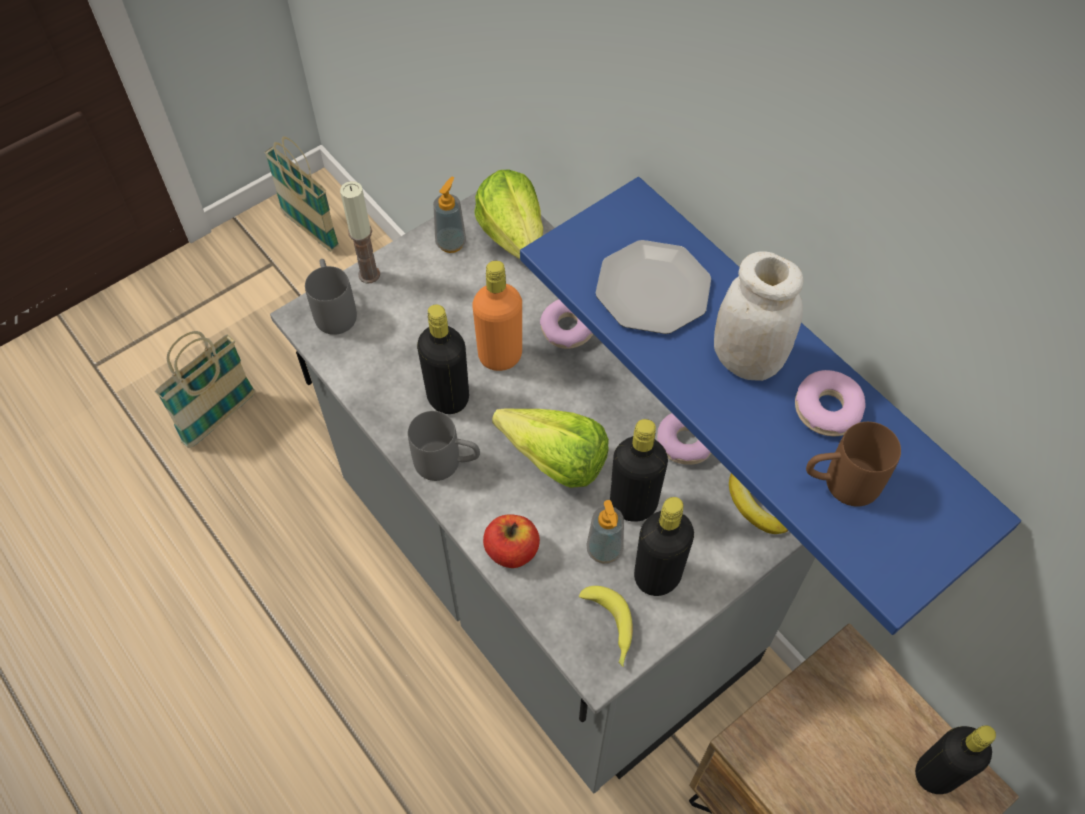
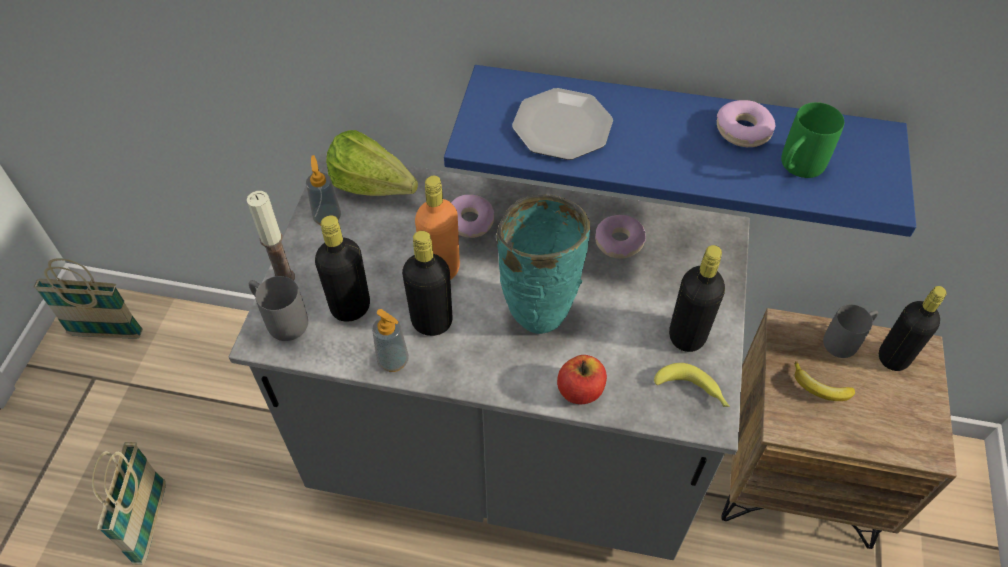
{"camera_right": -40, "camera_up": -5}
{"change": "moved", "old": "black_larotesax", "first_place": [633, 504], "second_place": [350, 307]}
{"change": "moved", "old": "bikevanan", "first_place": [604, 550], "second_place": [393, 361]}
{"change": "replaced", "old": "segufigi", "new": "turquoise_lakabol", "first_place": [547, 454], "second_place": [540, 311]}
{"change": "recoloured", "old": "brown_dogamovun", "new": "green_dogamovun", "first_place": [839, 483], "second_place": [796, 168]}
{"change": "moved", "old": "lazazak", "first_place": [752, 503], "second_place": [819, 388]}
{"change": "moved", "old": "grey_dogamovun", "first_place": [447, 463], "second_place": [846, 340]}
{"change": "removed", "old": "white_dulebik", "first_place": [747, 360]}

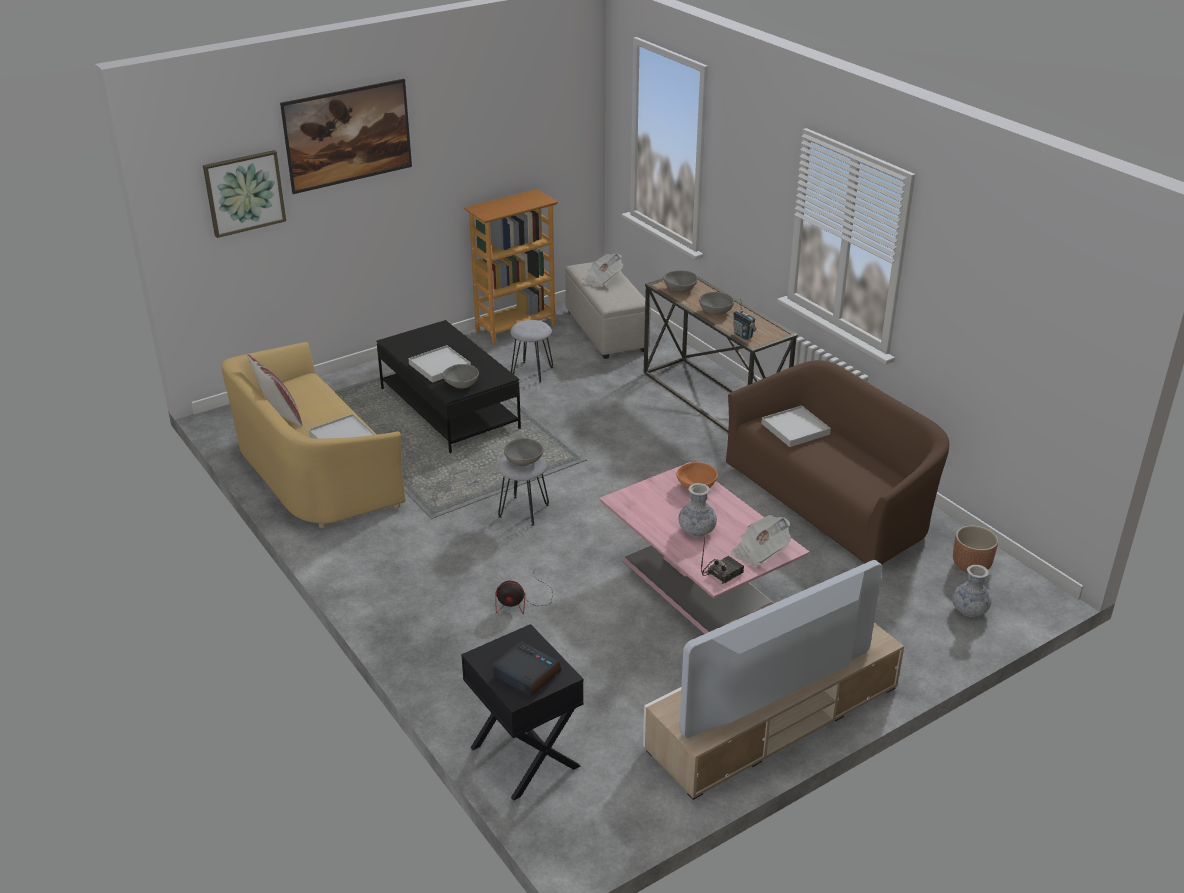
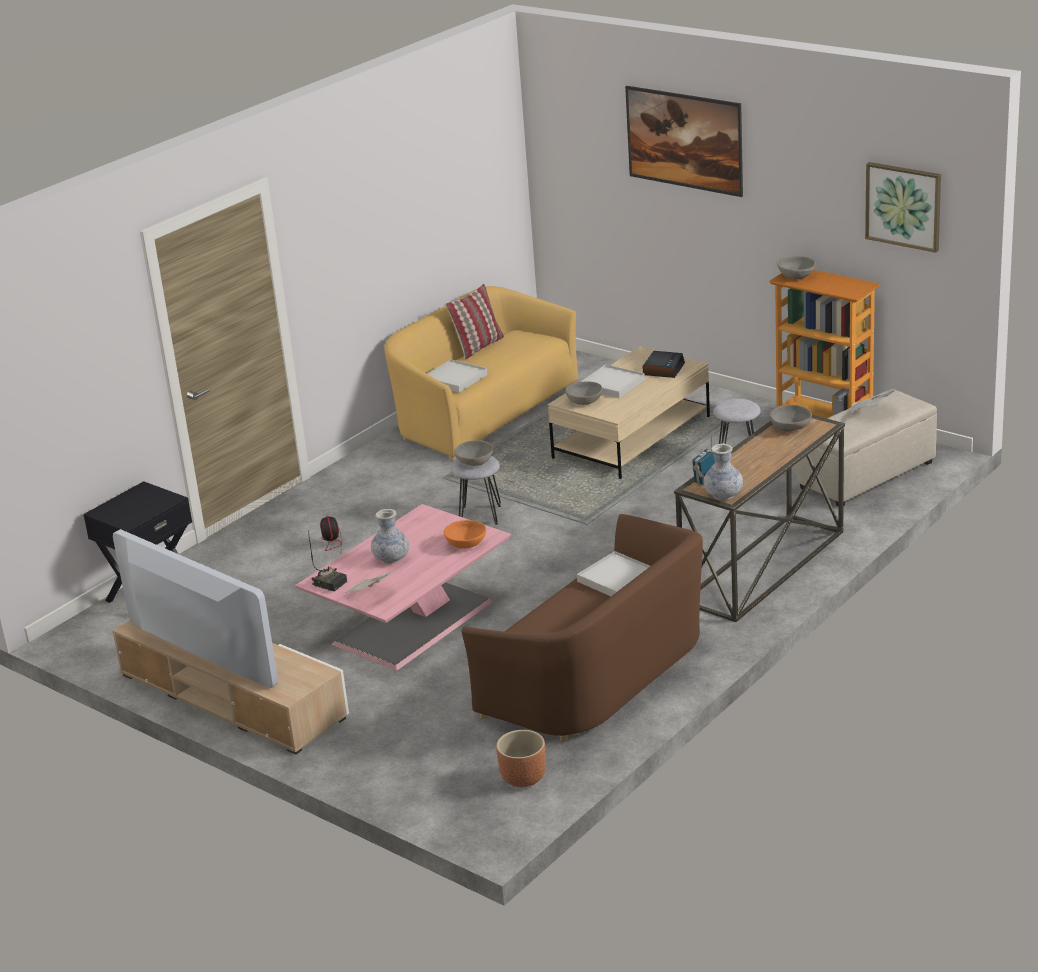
{"camera_right": 75, "camera_up": -5}
{"change": "recoloured", "old": "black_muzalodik", "new": "beige_muzalodik", "first_place": [449, 408], "second_place": [631, 438]}
{"change": "moved", "old": "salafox", "first_place": [526, 674], "second_place": [663, 369]}
{"change": "moved", "old": "lakabol", "first_place": [969, 610], "second_place": [723, 495]}
{"change": "moved", "old": "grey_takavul", "first_place": [716, 312], "second_place": [796, 277]}
{"change": "moved", "old": "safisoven", "first_place": [244, 193], "second_place": [904, 206]}

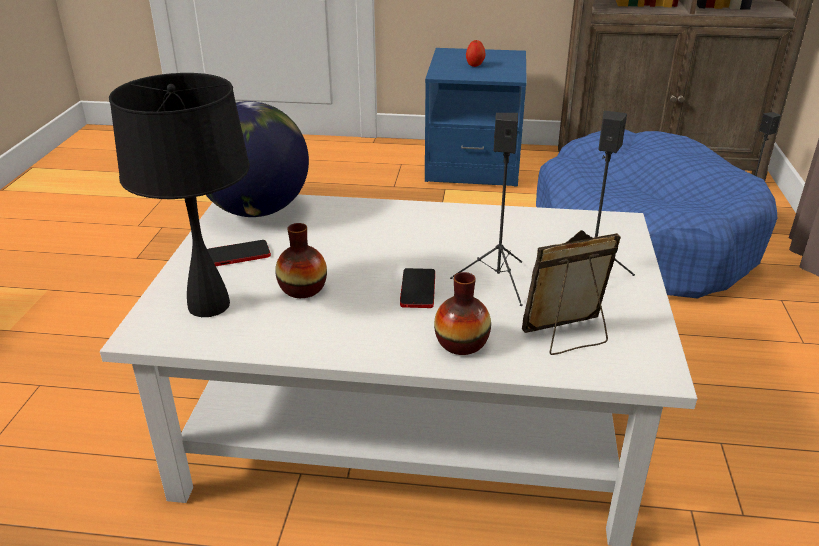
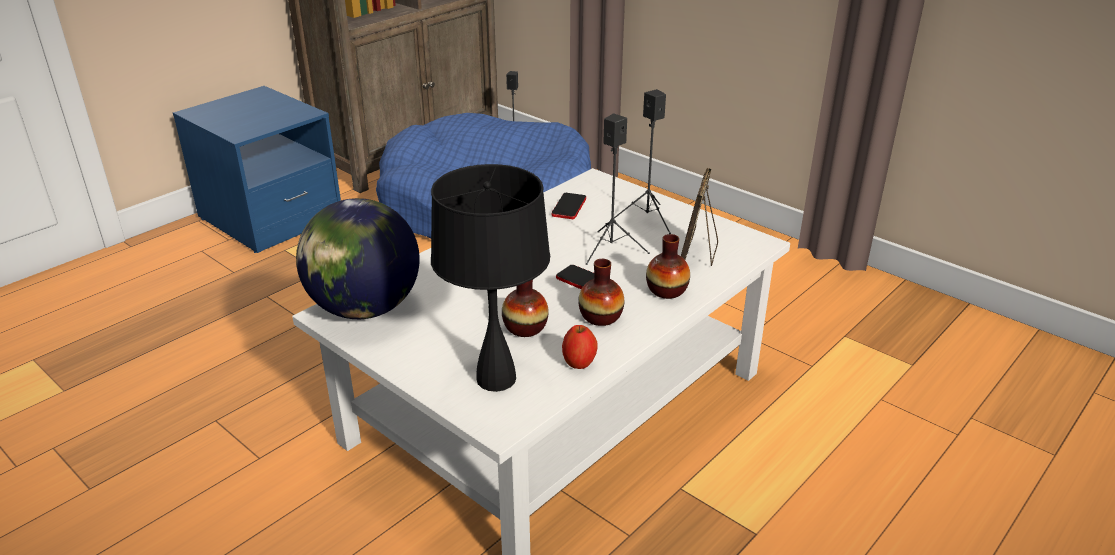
{"camera_right": -55, "camera_up": 0}
{"change": "moved", "old": "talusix", "first_place": [238, 254], "second_place": [569, 207]}
{"change": "moved", "old": "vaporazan", "first_place": [475, 65], "second_place": [579, 363]}
{"change": "added", "new": "lakabol", "second_place": [600, 317]}

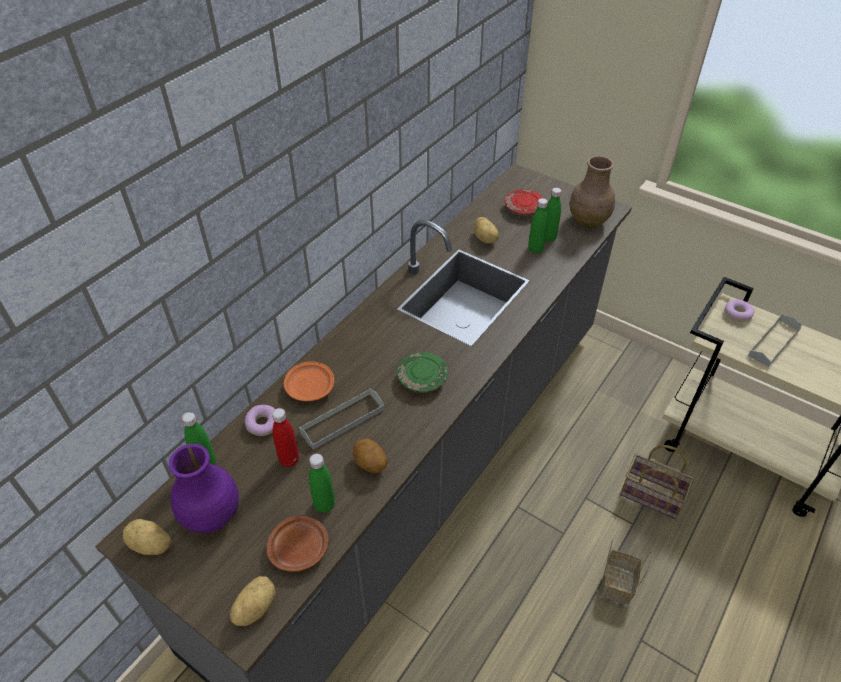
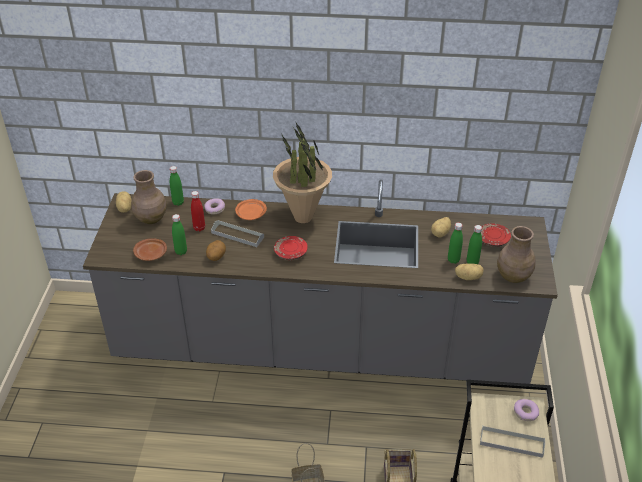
{"camera_right": 60, "camera_up": -5}
{"change": "recoloured", "old": "purple_lakabol", "new": "brown_lakabol", "first_place": [212, 516], "second_place": [150, 218]}
{"change": "added", "new": "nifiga", "second_place": [303, 217]}
{"change": "recoloured", "old": "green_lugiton", "new": "red_lugiton", "first_place": [422, 379], "second_place": [290, 253]}
{"change": "moved", "old": "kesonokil", "first_place": [254, 607], "second_place": [468, 277]}

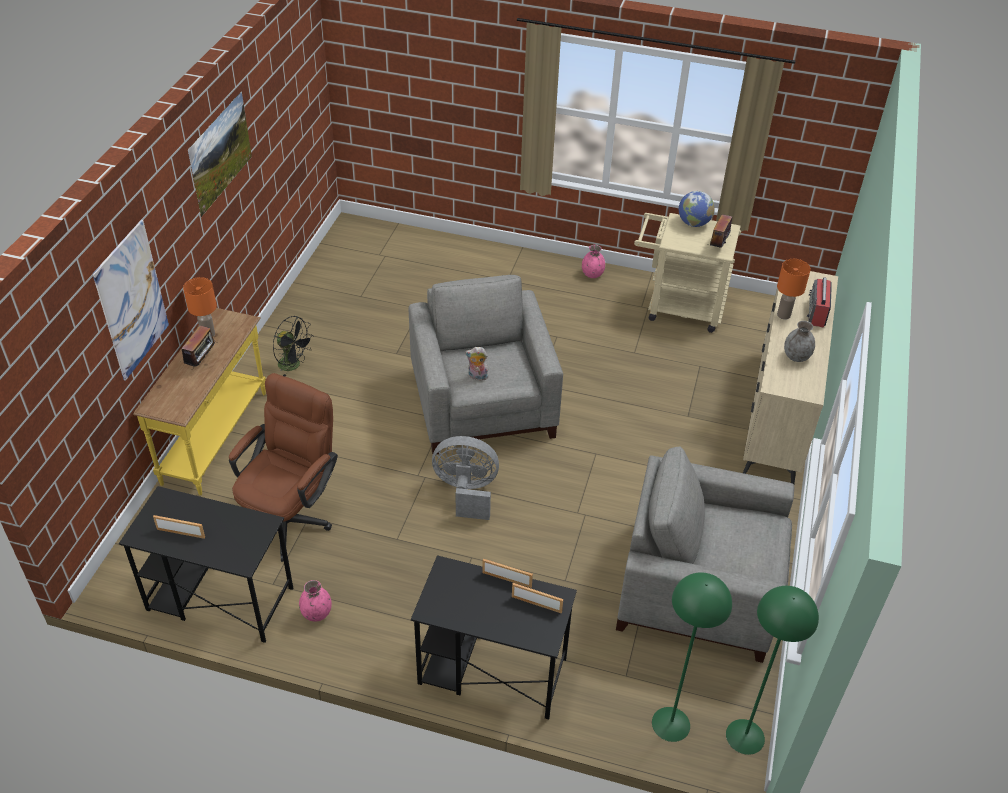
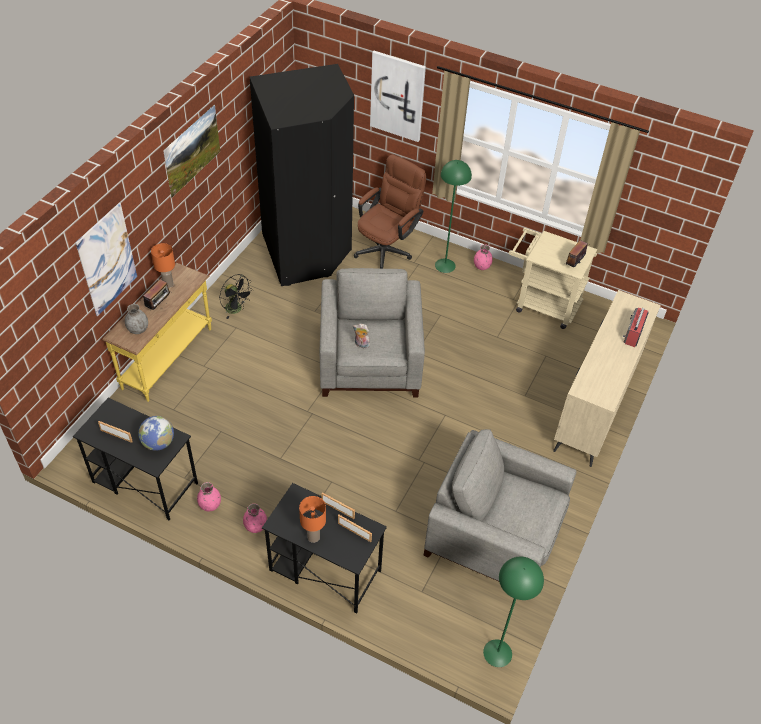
{"camera_right": 10, "camera_up": 5}
{"change": "moved", "old": "grey_lakabol", "first_place": [796, 357], "second_place": [138, 330]}
{"change": "moved", "old": "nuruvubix", "first_place": [693, 223], "second_place": [158, 443]}
{"change": "added", "new": "pink_lakabol", "second_place": [255, 526]}
{"change": "added", "new": "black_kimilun", "second_place": [307, 251]}
{"change": "moved", "old": "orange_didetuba", "first_place": [783, 315], "second_place": [313, 537]}
{"change": "moved", "old": "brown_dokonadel", "first_place": [291, 516], "second_place": [387, 248]}
{"change": "added", "new": "safisoven", "second_place": [397, 96]}
{"change": "moved", "old": "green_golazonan", "first_place": [670, 724], "second_place": [445, 265]}
{"change": "removed", "old": "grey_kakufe", "first_place": [466, 492]}

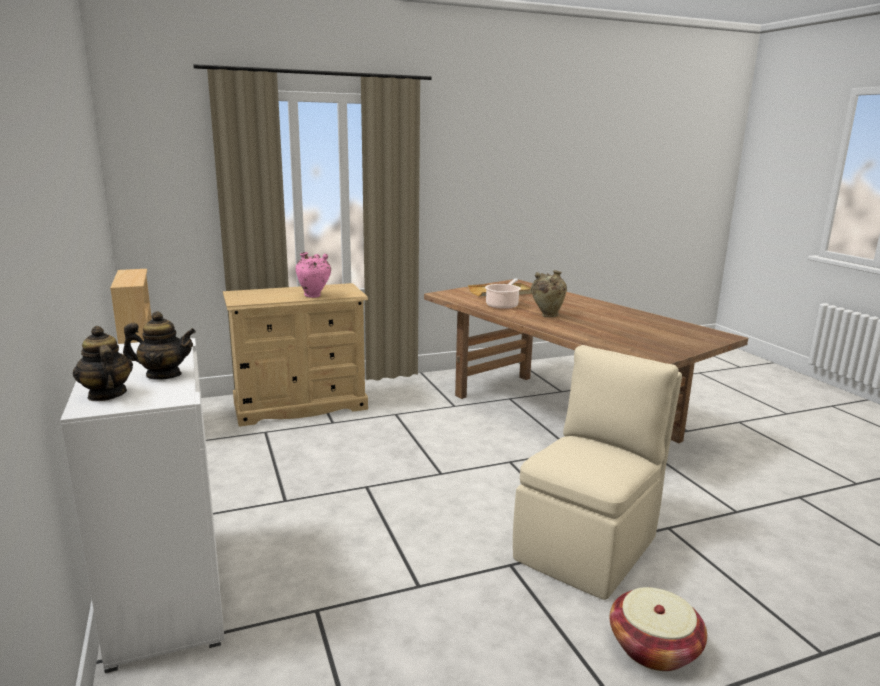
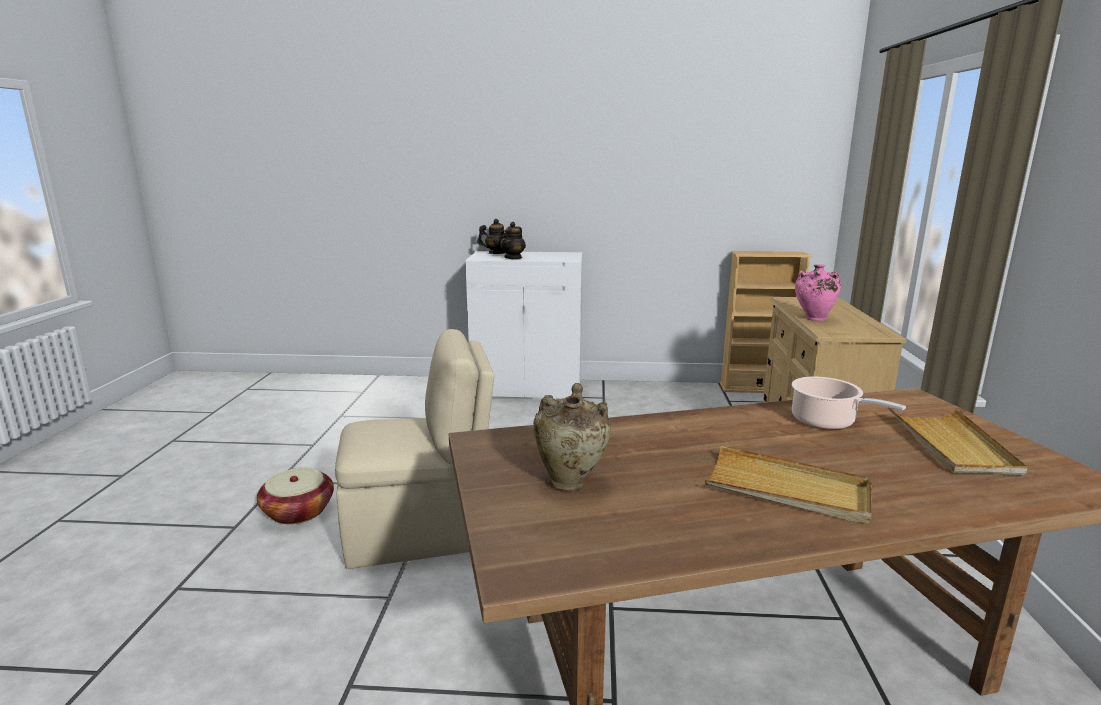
{"camera_right": 115, "camera_up": 0}
{"change": "turned", "old": "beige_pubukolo", "first_place": [588, 546], "second_place": [419, 531], "degrees": -75}
{"change": "moved", "old": "beige_lakabol", "first_place": [547, 315], "second_place": [571, 482]}
{"change": "added", "new": "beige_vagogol", "second_place": [787, 489]}

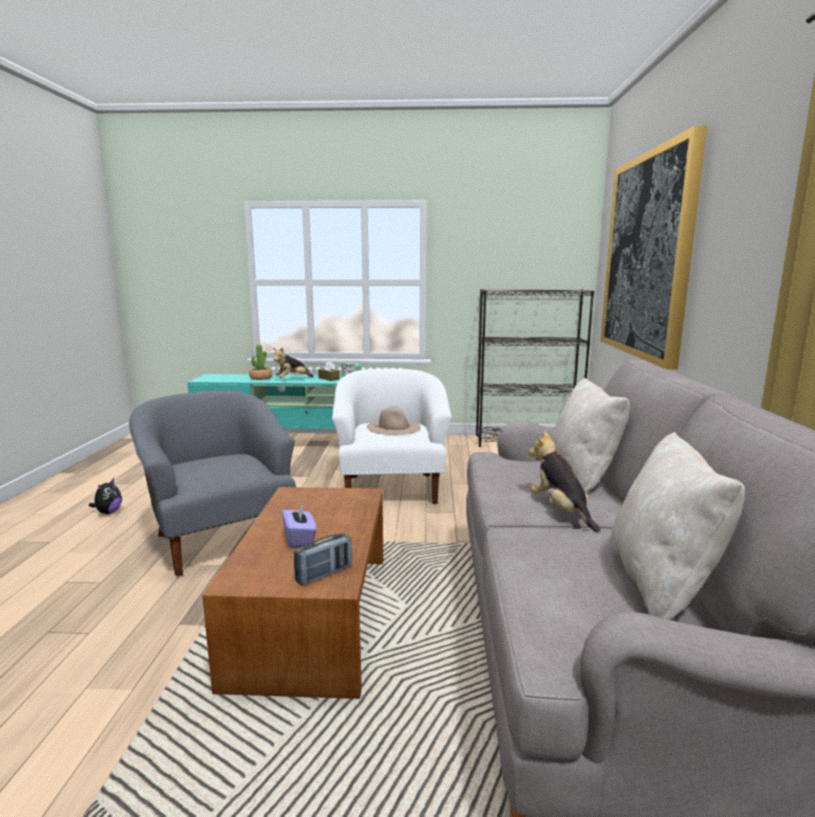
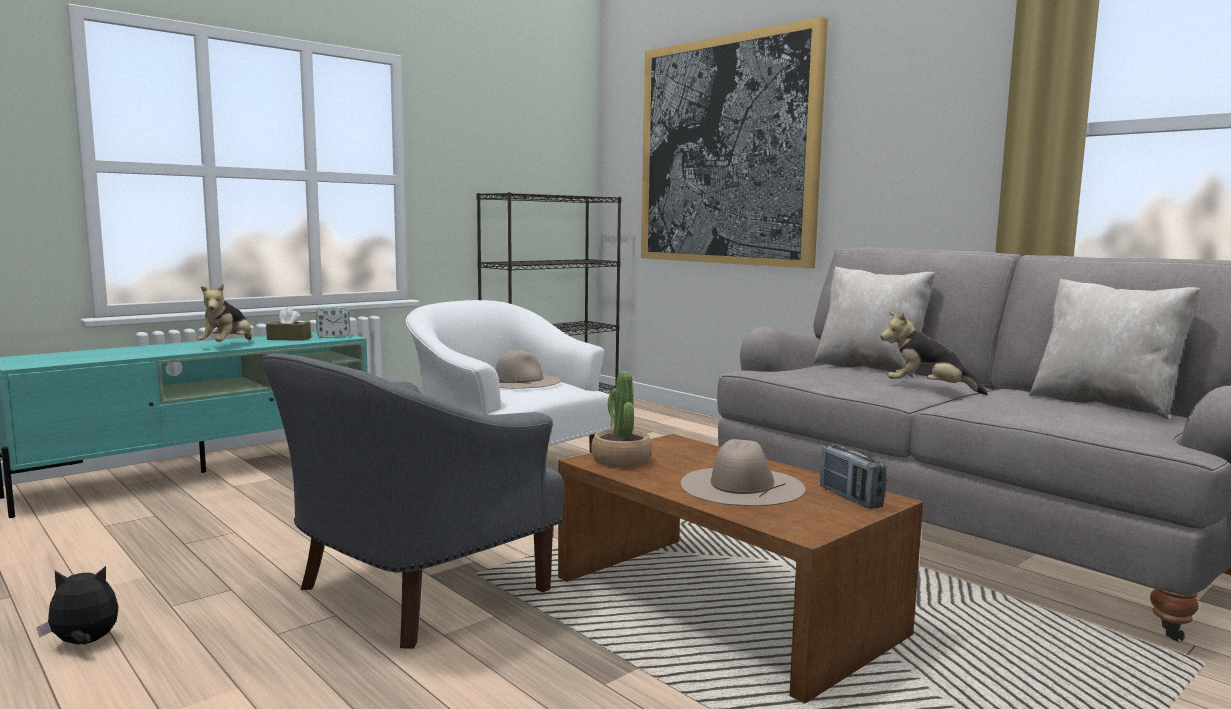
{"camera_right": -45, "camera_up": -5}
{"change": "turned", "old": "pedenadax", "first_place": [108, 512], "second_place": [84, 643], "degrees": -75}
{"change": "turned", "old": "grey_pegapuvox", "first_place": [221, 537], "second_place": [412, 593], "degrees": -60}
{"change": "moved", "old": "nifiga", "first_place": [261, 378], "second_place": [621, 460]}
{"change": "replaced", "old": "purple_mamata", "new": "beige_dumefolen", "first_place": [300, 539], "second_place": [742, 486]}
{"change": "turned", "old": "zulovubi", "first_place": [324, 574], "second_place": [850, 497], "degrees": 150}

